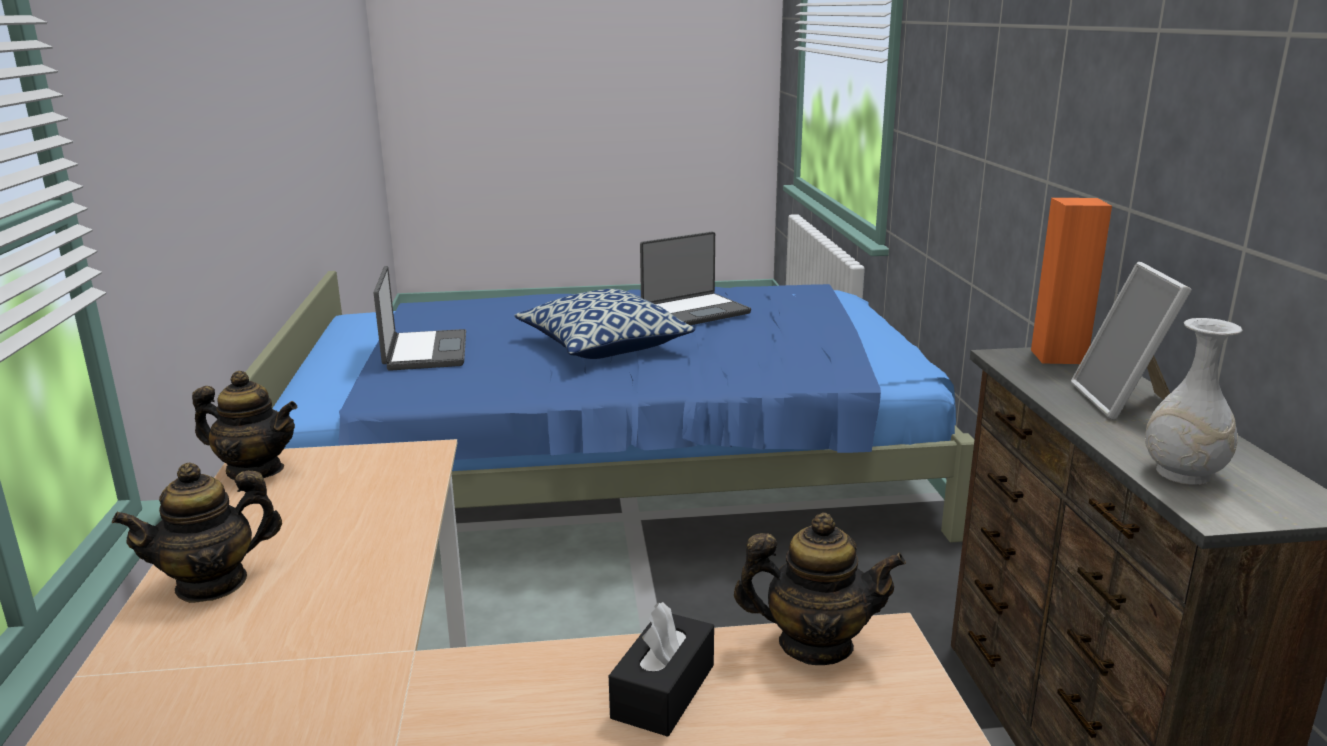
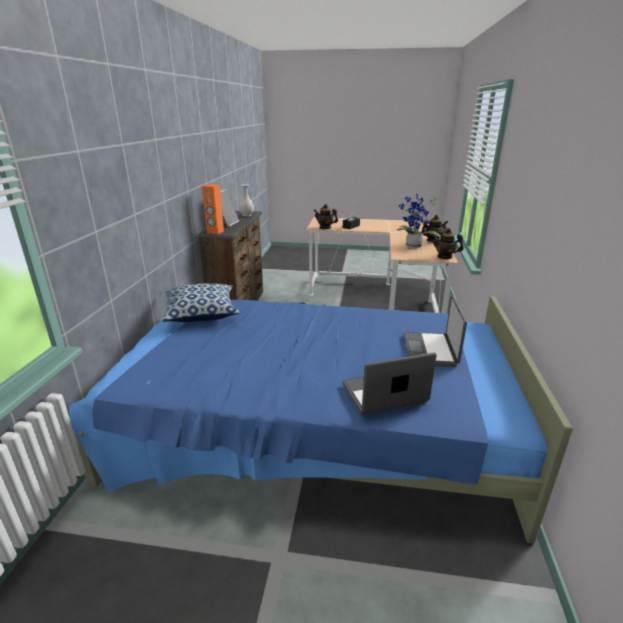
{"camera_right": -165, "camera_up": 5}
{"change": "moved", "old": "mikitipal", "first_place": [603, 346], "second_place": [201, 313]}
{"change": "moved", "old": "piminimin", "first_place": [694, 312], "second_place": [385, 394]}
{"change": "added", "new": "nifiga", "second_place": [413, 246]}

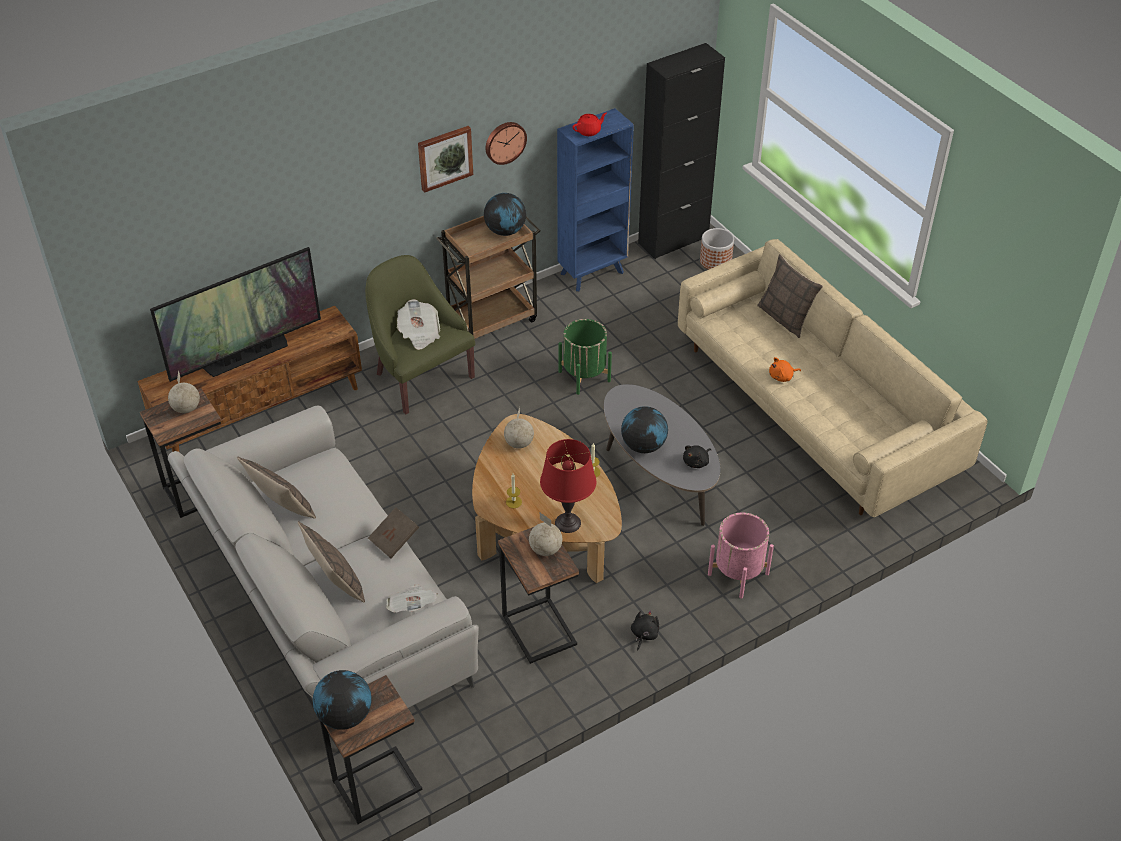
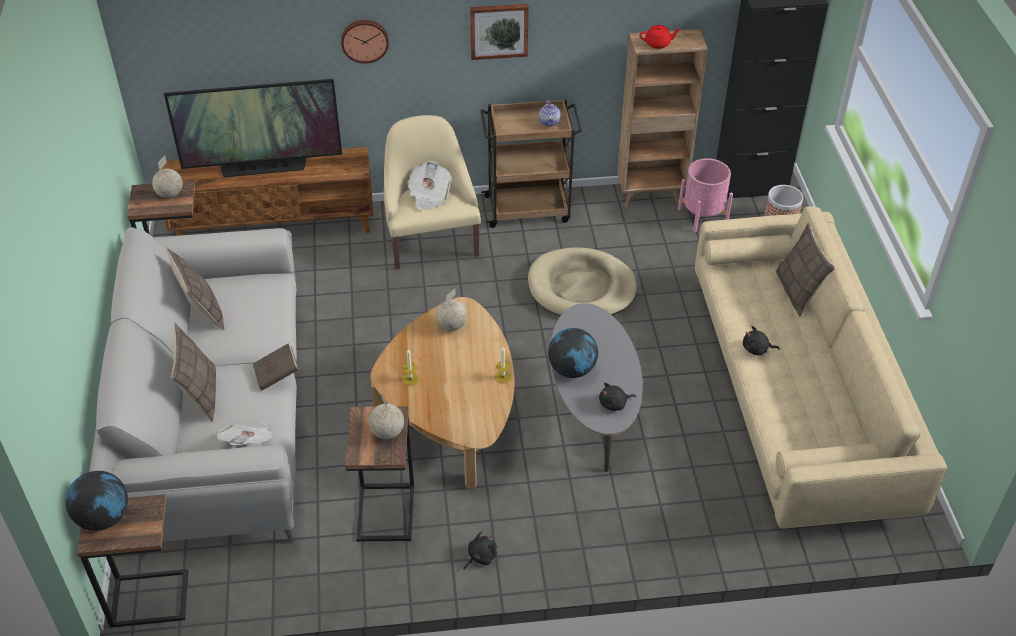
{"camera_right": 25, "camera_up": 0}
{"change": "moved", "old": "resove", "first_place": [504, 142], "second_place": [364, 40]}
{"change": "recoloured", "old": "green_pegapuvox", "new": "beige_pegapuvox", "first_place": [420, 376], "second_place": [430, 239]}
{"change": "replaced", "old": "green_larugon", "new": "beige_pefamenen", "first_place": [584, 376], "second_place": [581, 288]}
{"change": "replaced", "old": "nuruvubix", "new": "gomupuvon", "first_place": [505, 231], "second_place": [549, 122]}
{"change": "recoloured", "old": "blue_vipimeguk", "new": "brown_vipimeguk", "first_place": [593, 273], "second_place": [651, 194]}
{"change": "moved", "old": "pink_larugon", "first_place": [738, 574], "second_place": [702, 216]}
{"change": "recoloured", "old": "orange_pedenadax", "new": "black_pedenadax", "first_place": [782, 377], "second_place": [757, 349]}
{"change": "removed", "old": "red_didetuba", "first_place": [567, 523]}

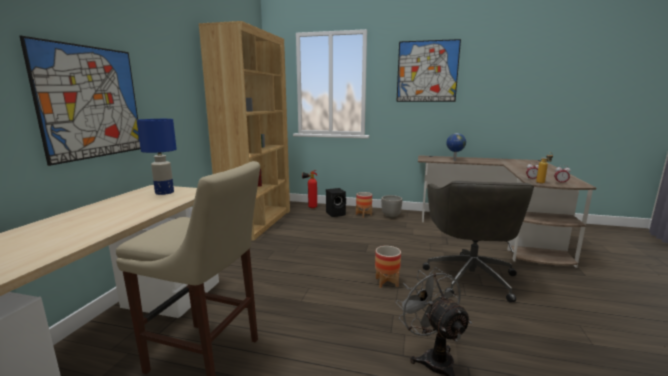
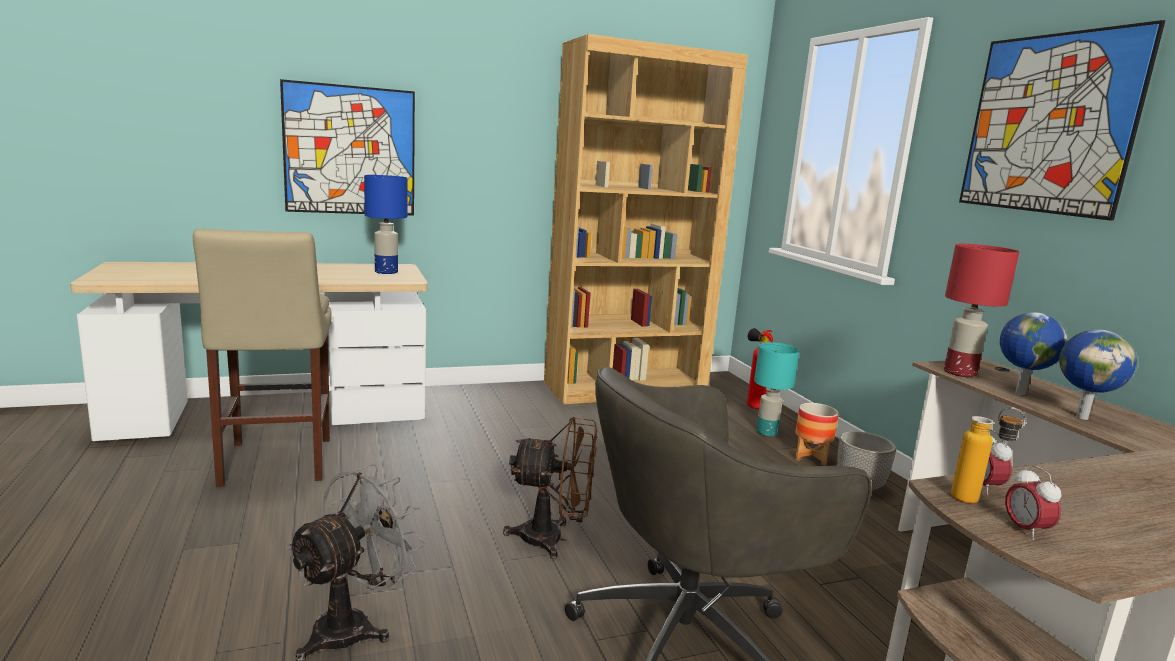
{"camera_right": 55, "camera_up": 0}
{"change": "replaced", "old": "larugon", "new": "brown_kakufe", "first_place": [386, 282], "second_place": [553, 539]}
{"change": "replaced", "old": "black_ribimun", "new": "turquoise_didetuba", "first_place": [336, 213], "second_place": [767, 432]}
{"change": "added", "new": "red_didetuba", "second_place": [959, 372]}
{"change": "added", "new": "nuruvubix", "second_place": [1082, 417]}

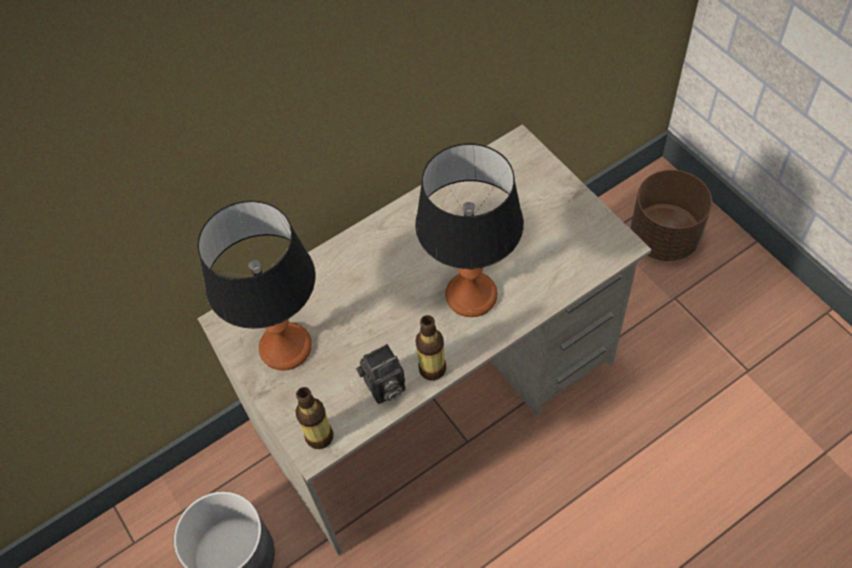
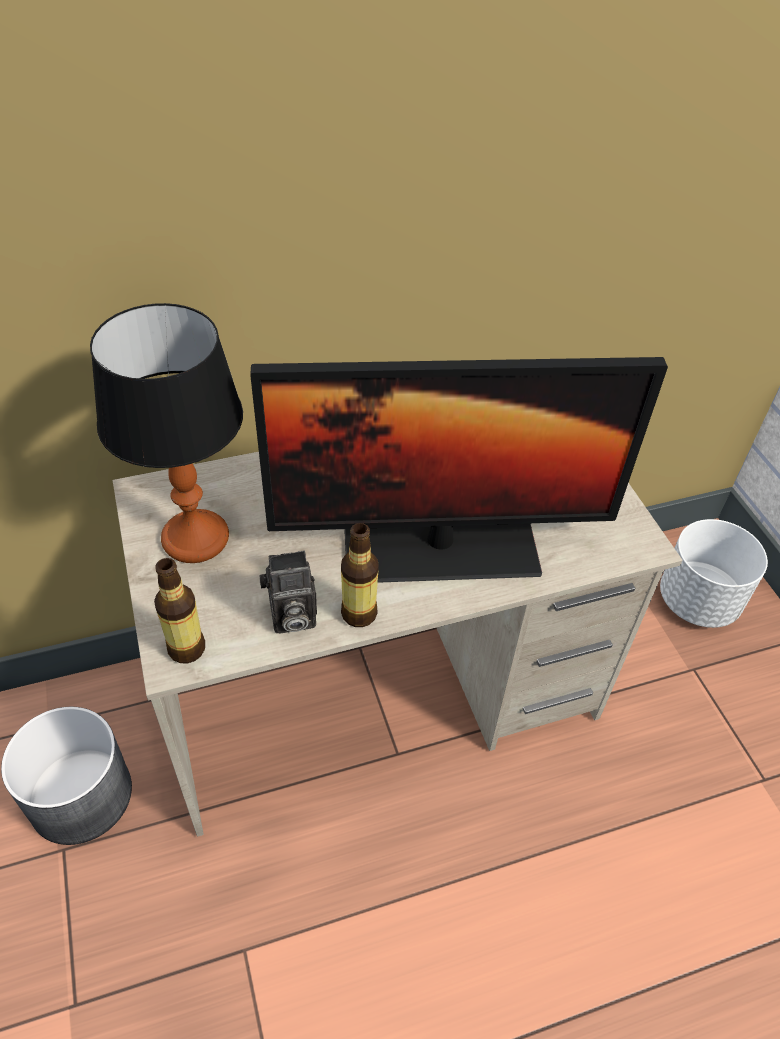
{"camera_right": 10, "camera_up": -10}
{"change": "replaced", "old": "didetuba", "new": "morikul", "first_place": [471, 295], "second_place": [440, 546]}
{"change": "recoloured", "old": "brown_larugon", "new": "white_larugon", "first_place": [664, 237], "second_place": [698, 601]}

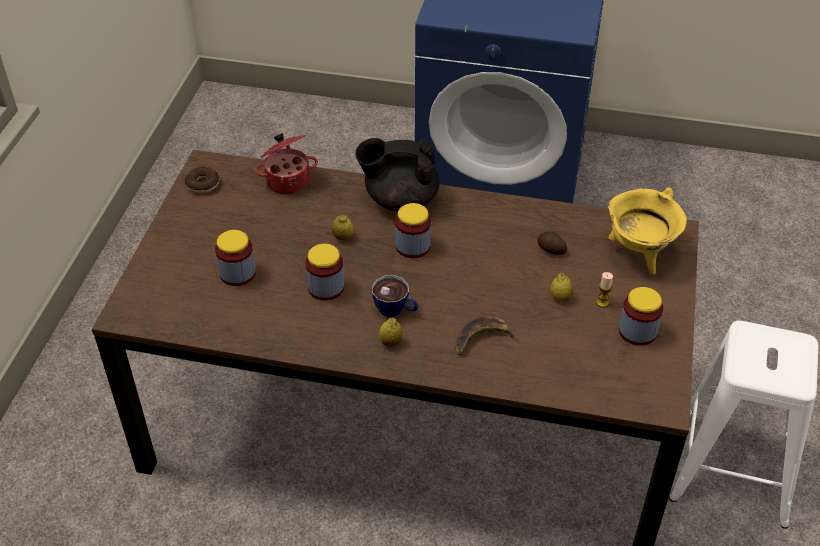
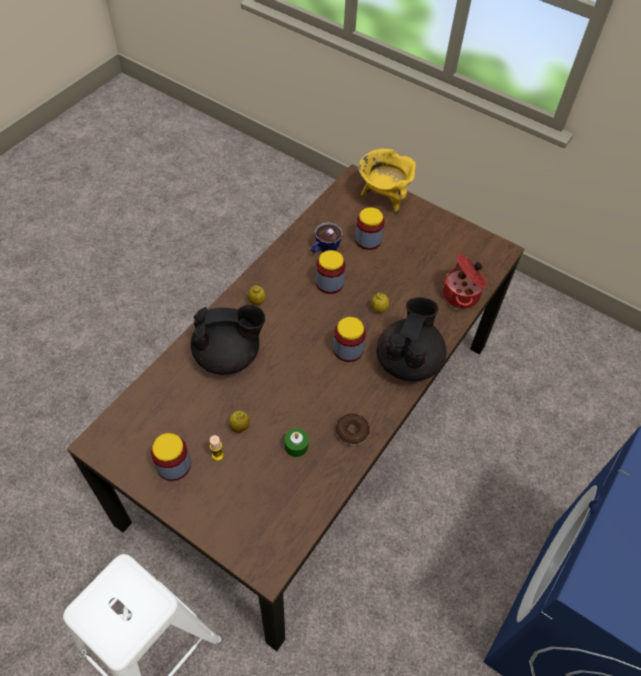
{"camera_right": 110, "camera_up": 10}
{"change": "replaced", "old": "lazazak", "new": "black_gomupuvon", "first_place": [481, 339], "second_place": [228, 355]}
{"change": "replaced", "old": "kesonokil", "new": "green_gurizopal", "first_place": [550, 250], "second_place": [296, 446]}
{"change": "moved", "old": "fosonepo", "first_place": [396, 310], "second_place": [324, 249]}
{"change": "moved", "old": "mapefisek", "first_place": [203, 184], "second_place": [352, 432]}
{"change": "moved", "old": "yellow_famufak", "first_place": [639, 254], "second_place": [384, 197]}

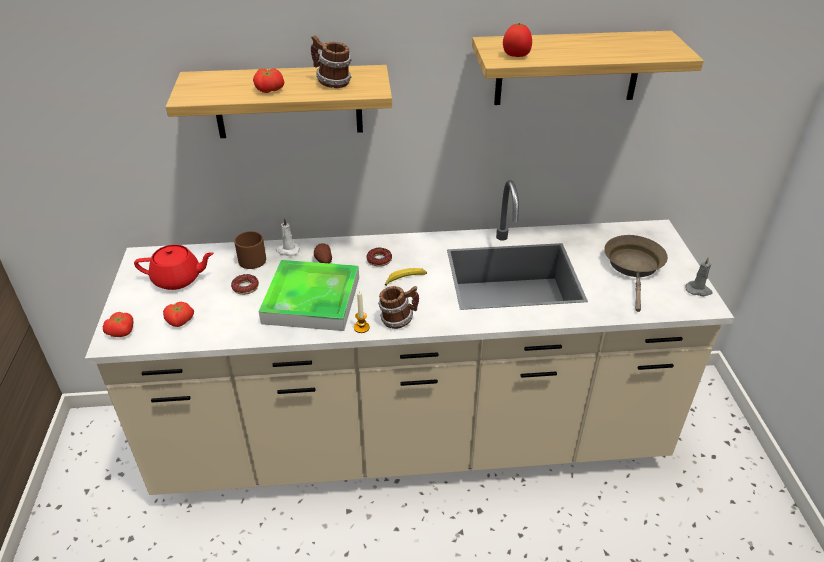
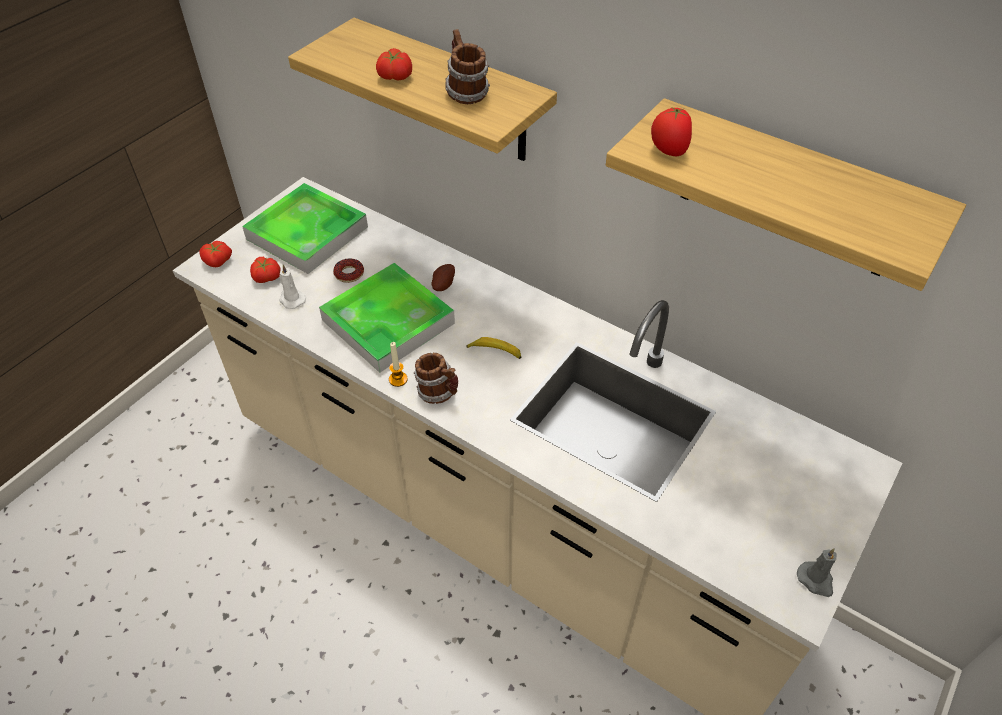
{"camera_right": 40, "camera_up": 10}
{"change": "replaced", "old": "red_gomupuvon", "new": "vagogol", "first_place": [178, 279], "second_place": [307, 233]}
{"change": "moved", "old": "white_gurizopal", "first_place": [287, 250], "second_place": [291, 299]}
{"change": "removed", "old": "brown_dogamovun", "first_place": [253, 257]}
{"change": "removed", "old": "mapefisek", "first_place": [379, 260]}
{"change": "removed", "old": "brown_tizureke", "first_place": [634, 267]}

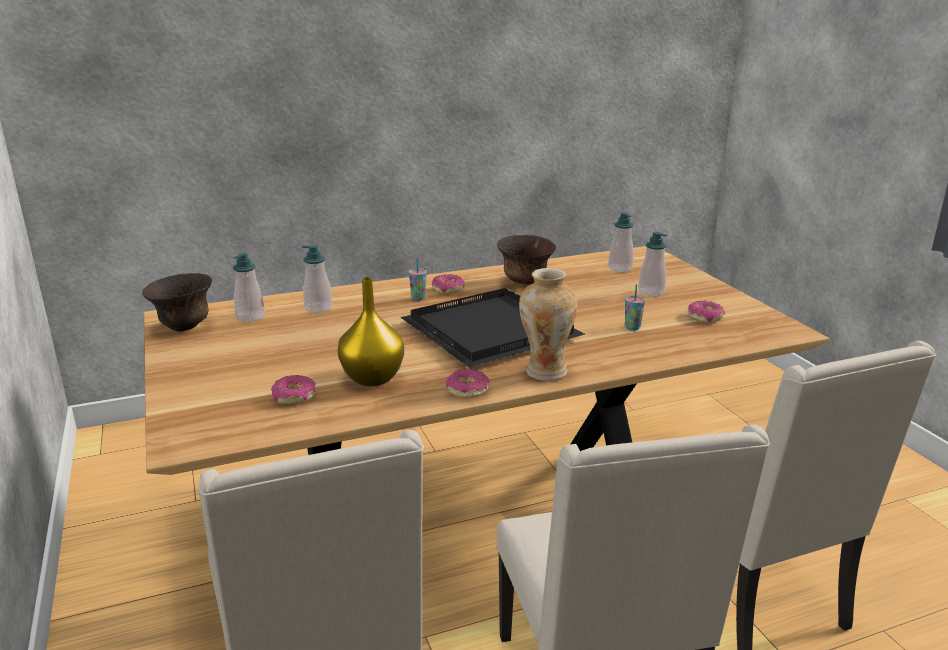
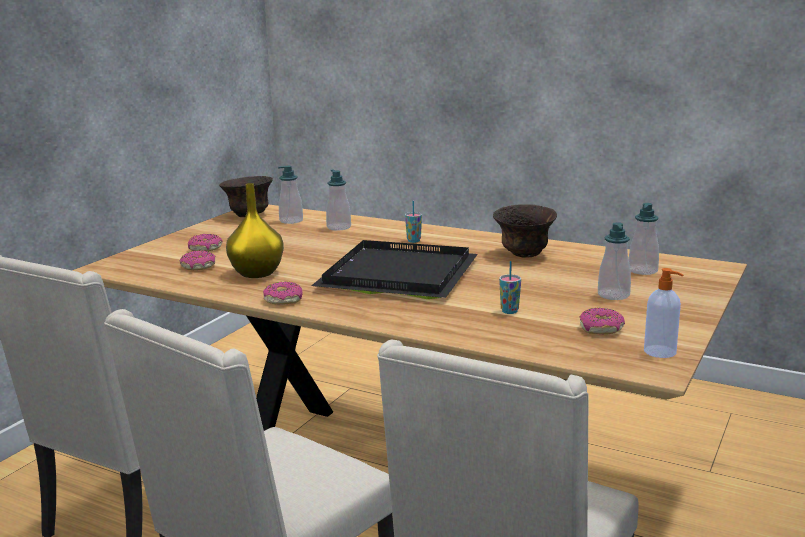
{"camera_right": 50, "camera_up": -5}
{"change": "moved", "old": "mapefisek", "first_place": [448, 289], "second_place": [205, 249]}
{"change": "added", "new": "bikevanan", "second_place": [661, 352]}
{"change": "removed", "old": "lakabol", "first_place": [545, 372]}

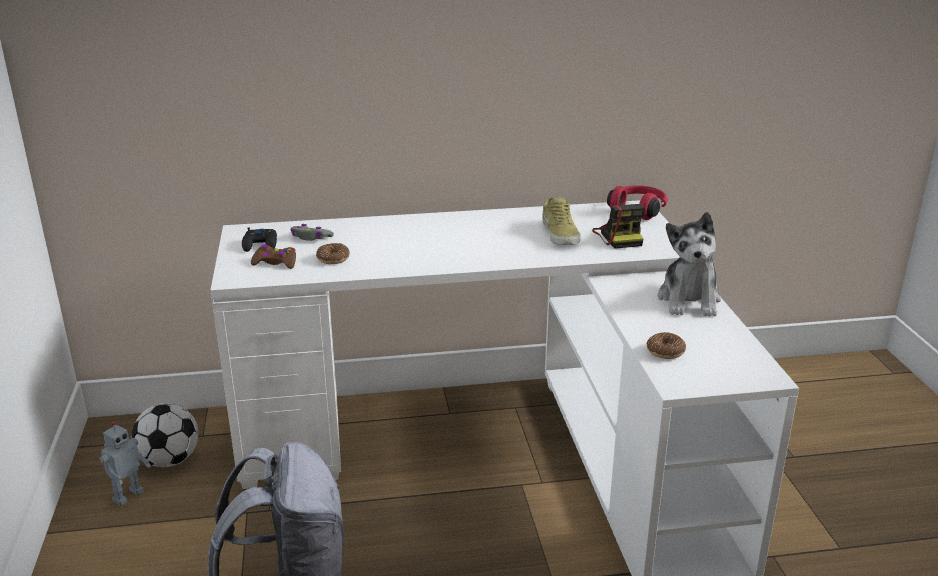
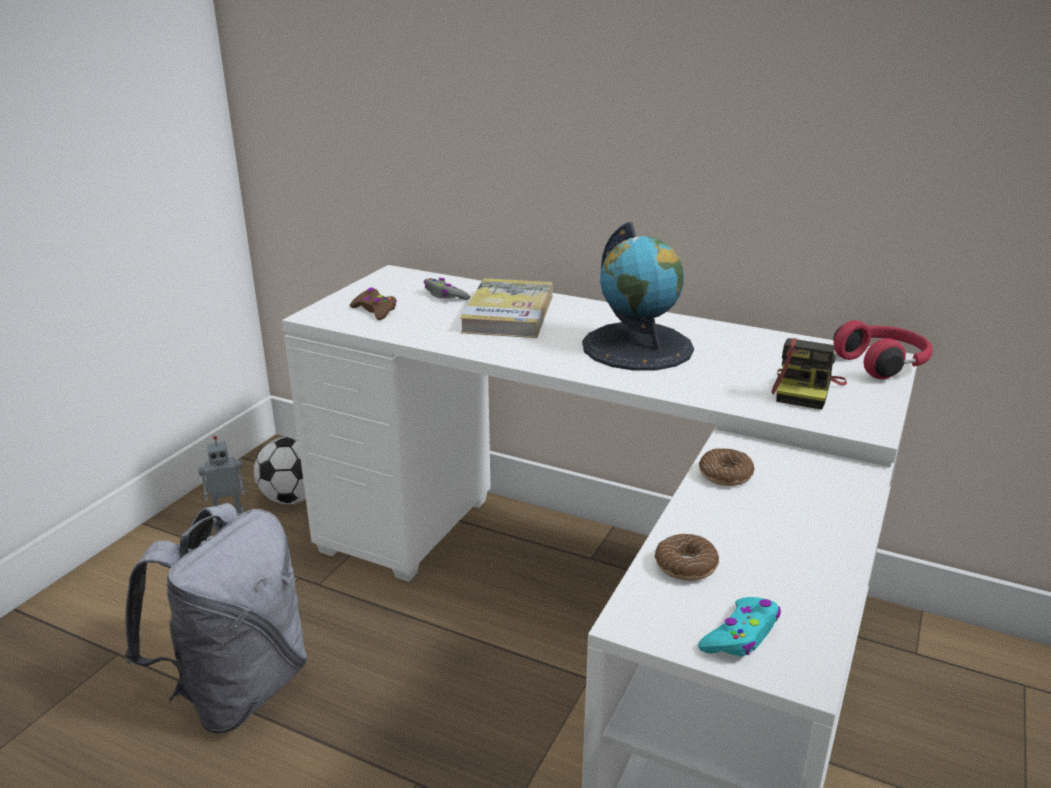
{"camera_right": 35, "camera_up": 0}
{"change": "added", "new": "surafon", "second_place": [508, 313]}
{"change": "added", "new": "nuruvubix", "second_place": [638, 346]}
{"change": "added", "new": "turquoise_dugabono", "second_place": [741, 636]}
{"change": "moved", "old": "mapefisek", "first_place": [333, 259], "second_place": [725, 475]}
{"change": "removed", "old": "black_dugabono", "first_place": [260, 245]}
{"change": "removed", "old": "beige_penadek", "first_place": [561, 234]}
{"change": "removed", "old": "pedenadax", "first_place": [689, 300]}

